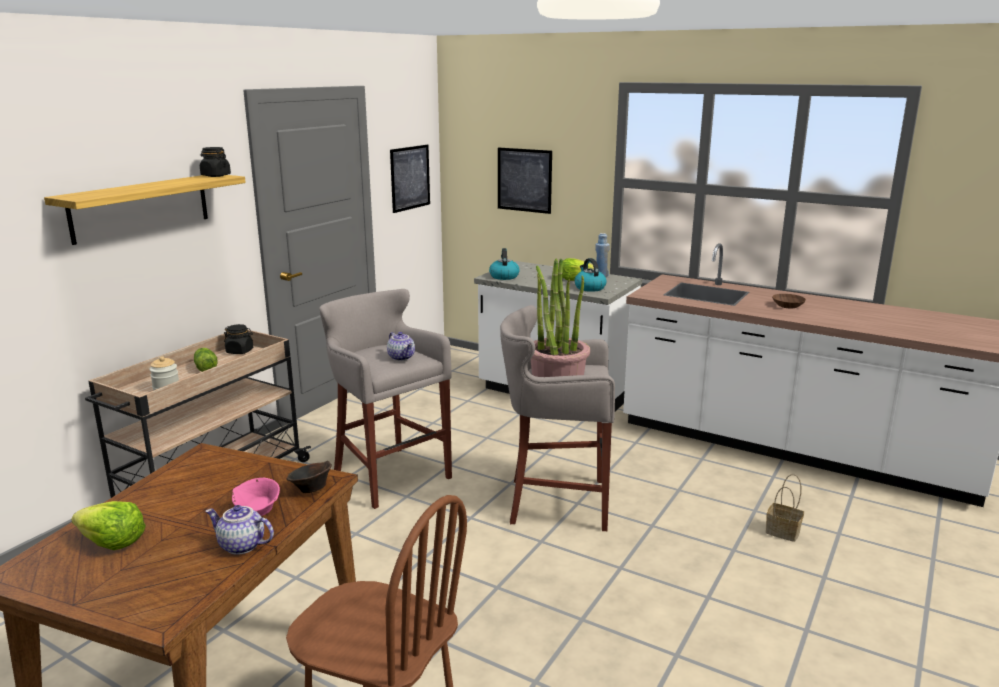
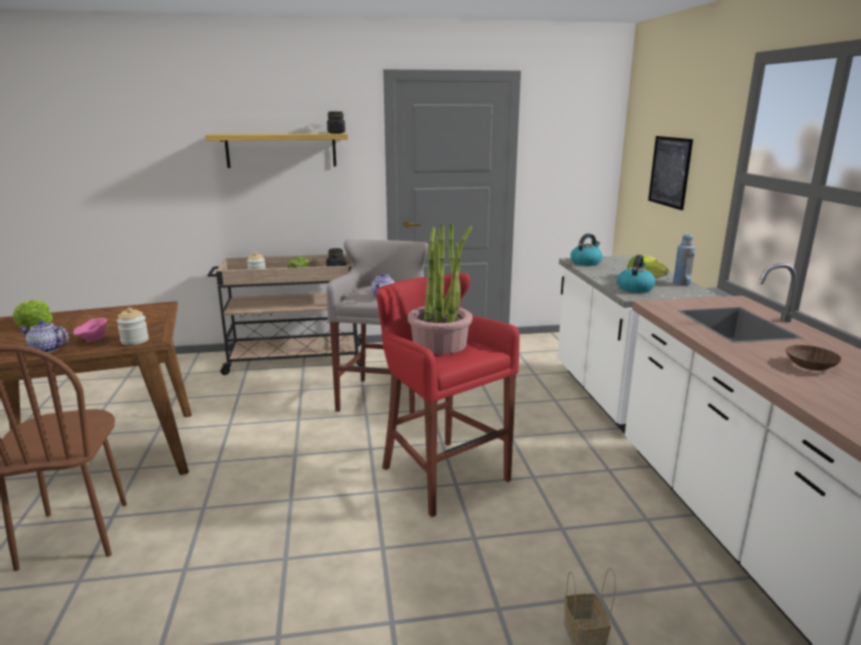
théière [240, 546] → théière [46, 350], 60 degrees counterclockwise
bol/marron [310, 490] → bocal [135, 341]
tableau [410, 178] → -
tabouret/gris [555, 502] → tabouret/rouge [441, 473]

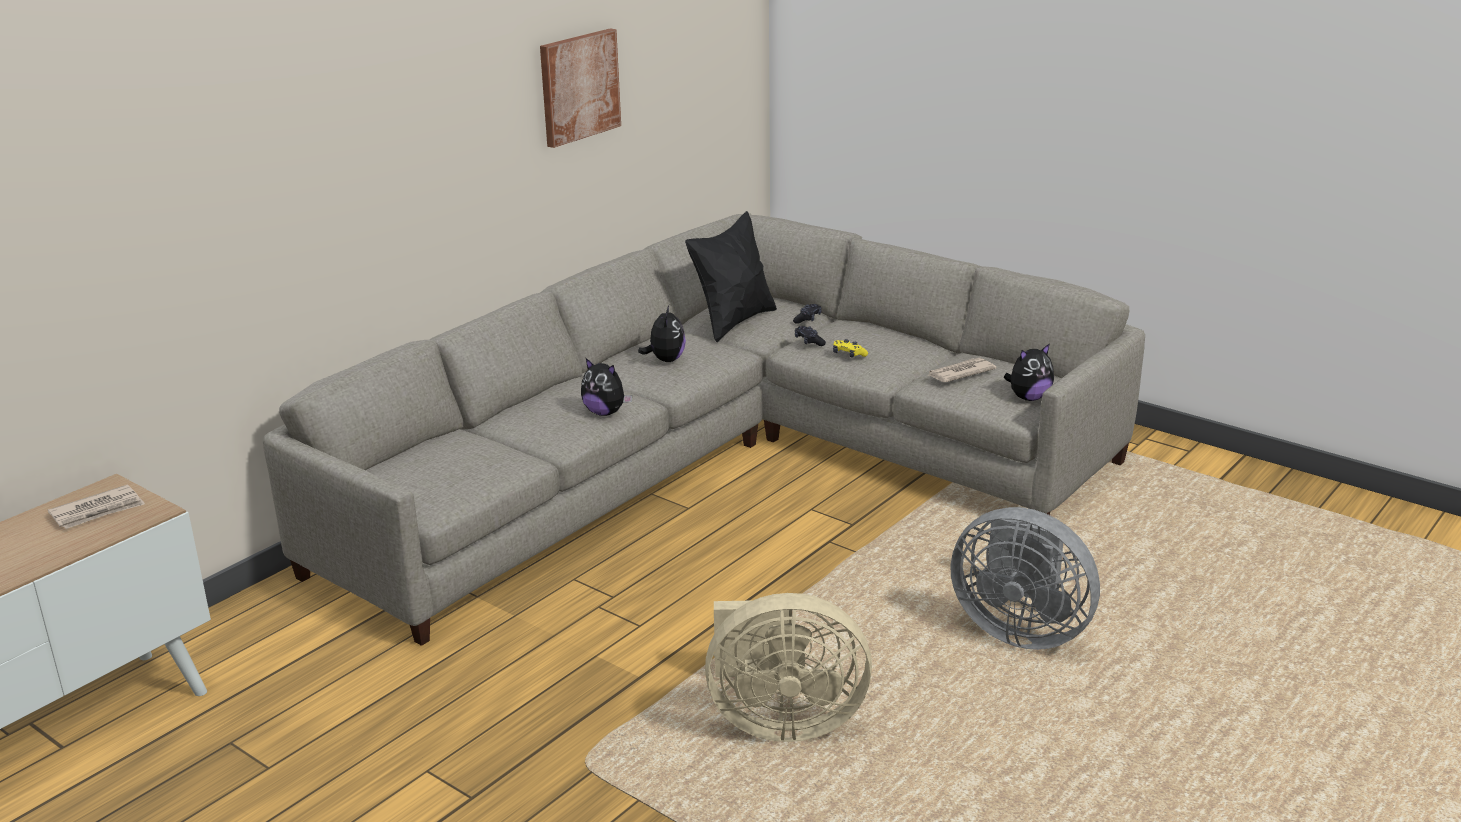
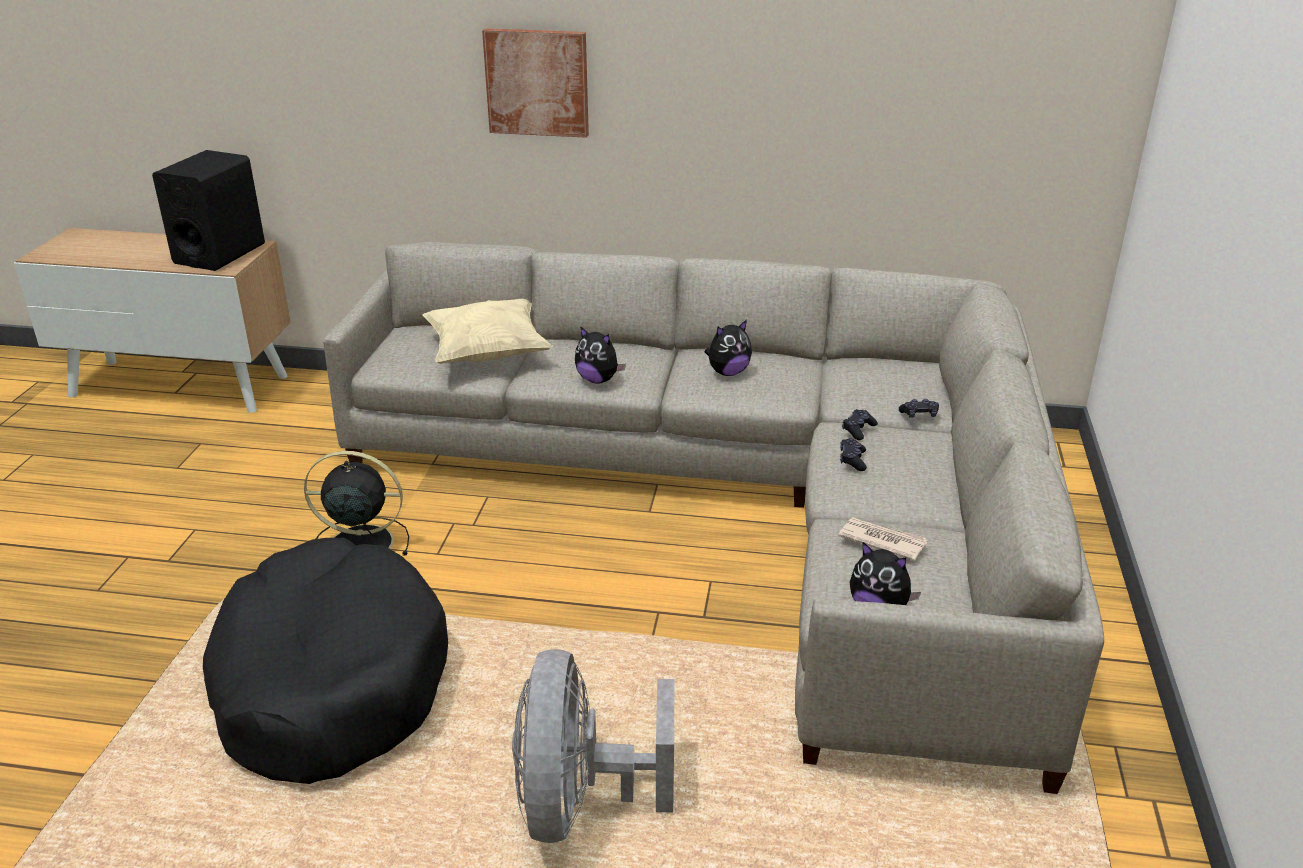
journal [98, 511] → enceinte/noir [220, 253]
tableau [579, 86] → tableau [537, 82], relocated
peluche [605, 412] → peluche [598, 380], 60 degrees counterclockwise
coussin/noir [733, 322] → -
ventilateur/beige [781, 721] → panier pour chien/noir [329, 682]
manette/jaune [848, 354] → manette/noir [852, 460]
- → ventilateur/noir [358, 544]
- → coussin/beige [487, 354]

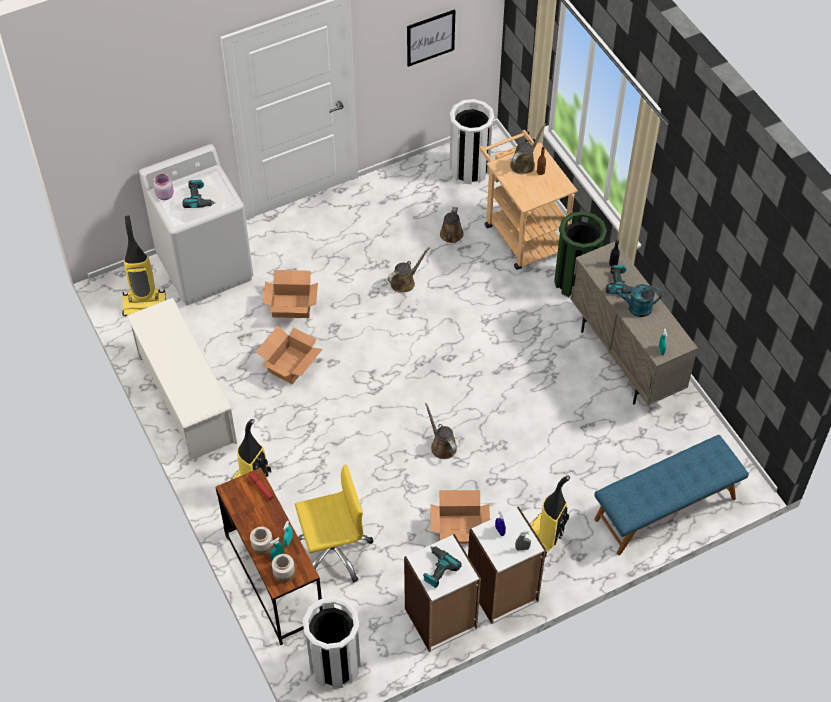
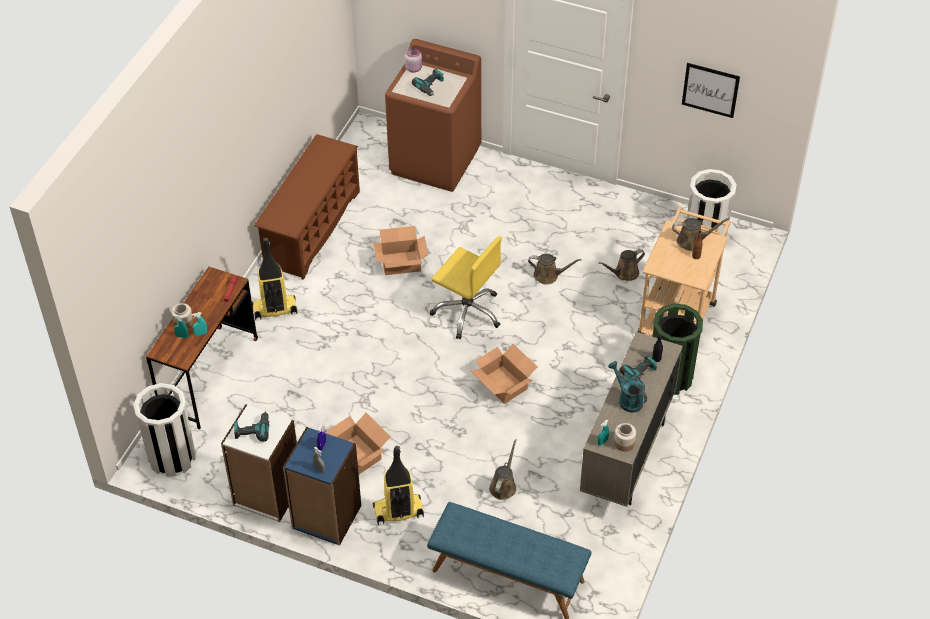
aspirateur [145, 305] → -
étagère à chaussures/blanc [186, 399] → étagère à chaussures/marron [312, 228]
lave-linge/blanc [205, 267] → lave-linge/marron [435, 160]
carton [291, 305] → carton [503, 384], relocated
bocal [284, 573] → bocal [624, 443], relocated
chaise de bureau/jaune [333, 551] → chaise de bureau/jaune [467, 312], relocated
arrosoir/marron [442, 445] → arrosoir/marron [503, 486], relocated
bibliothèque/blanc [502, 592] → bibliothèque/bleu [326, 517]

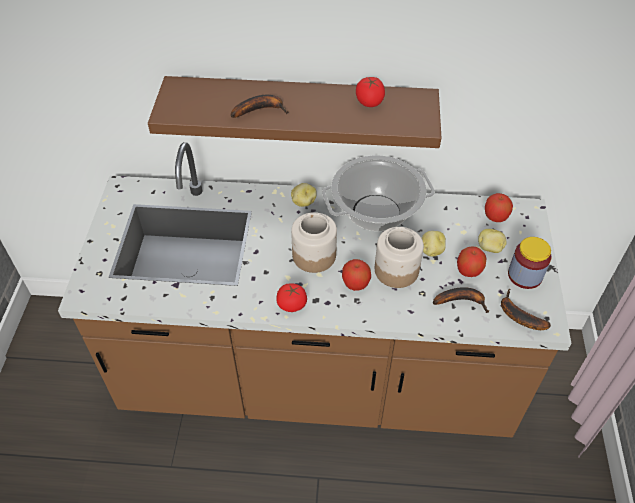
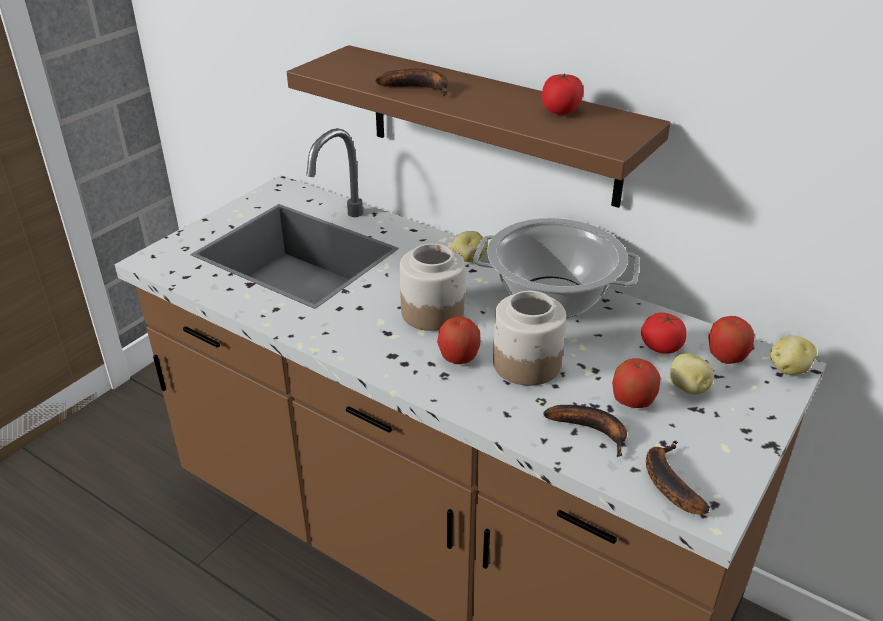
tomate [292, 304] → tomate [661, 347], relocated
pomme de terre [431, 250] → pomme de terre [788, 369], relocated
bocal [525, 275] → -

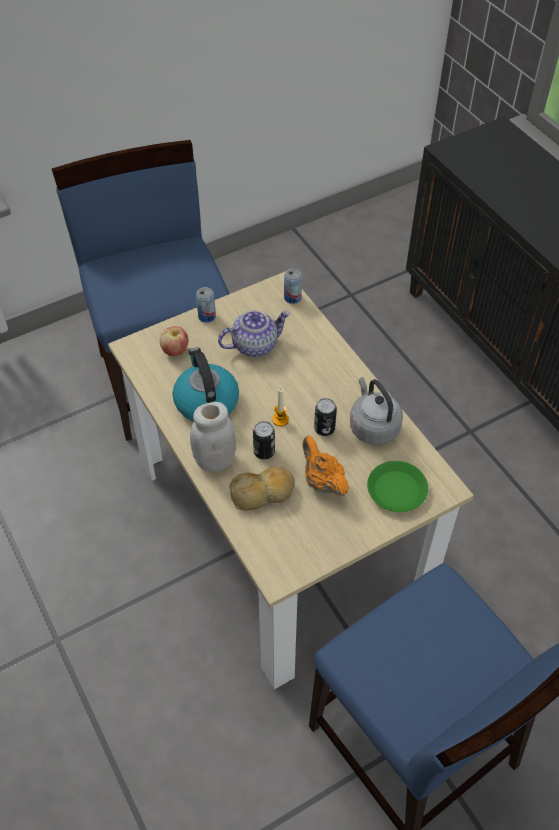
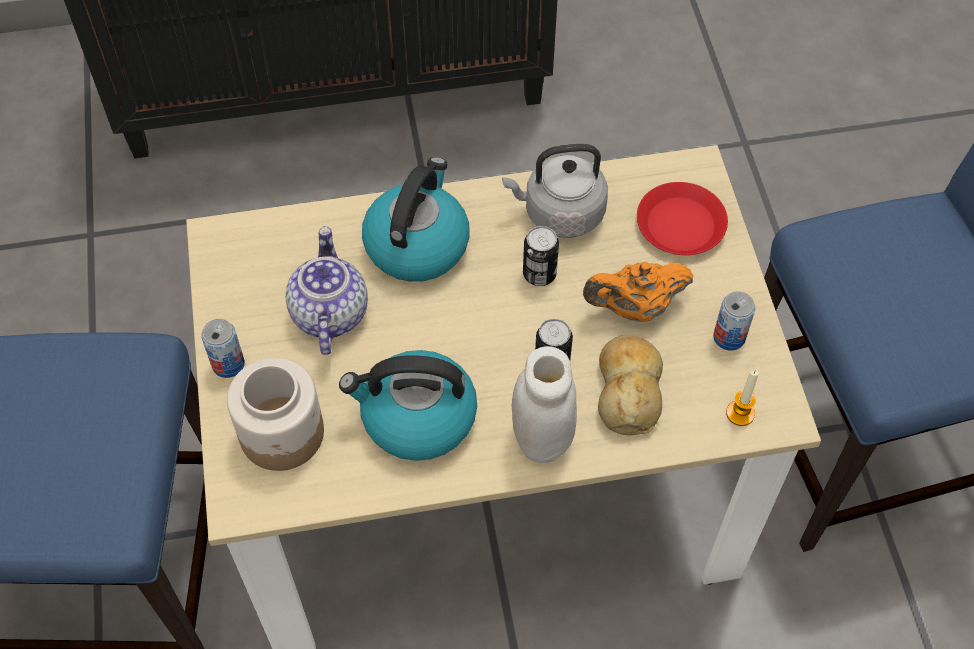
pomme [175, 351] → bocal [282, 434]
bougie [280, 419] → bougie [740, 413], relocated
boîte métallique [292, 298] → boîte métallique [729, 337], relocated
assiette/vert [397, 490] → assiette/rouge [680, 224]
- → bouilloire [417, 244]

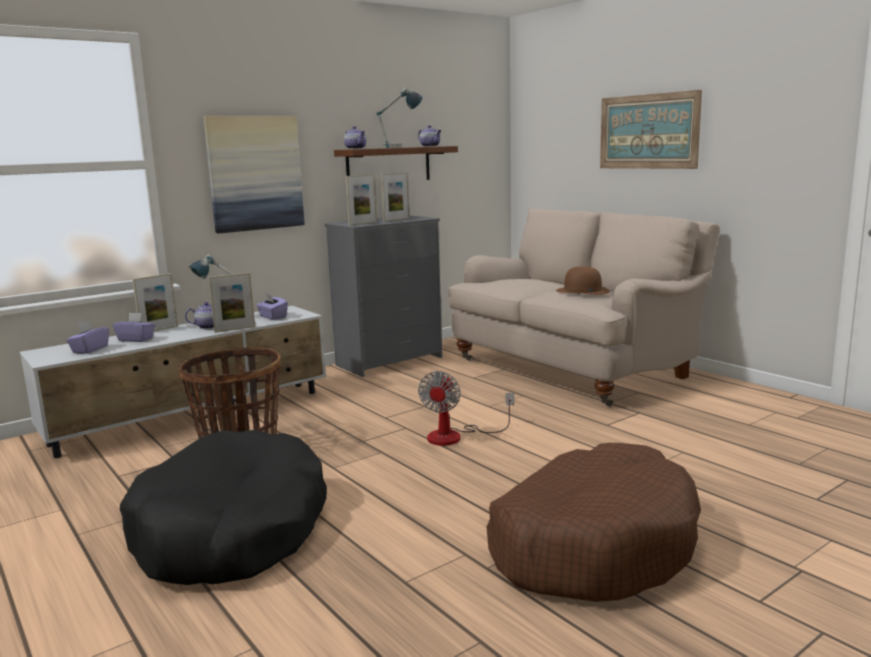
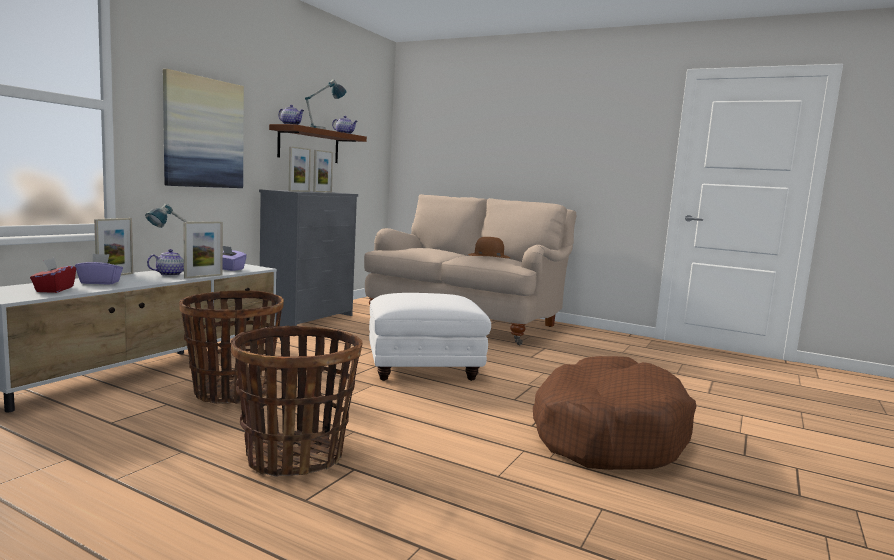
boîte à mouchoirs/violet [90, 349] → boîte à mouchoirs/rouge [54, 289]
panier pour chien/noir [232, 531] → panier [295, 457]
ventilateur [456, 436] → pouf/blanc [425, 370]
tableau [648, 131] → -

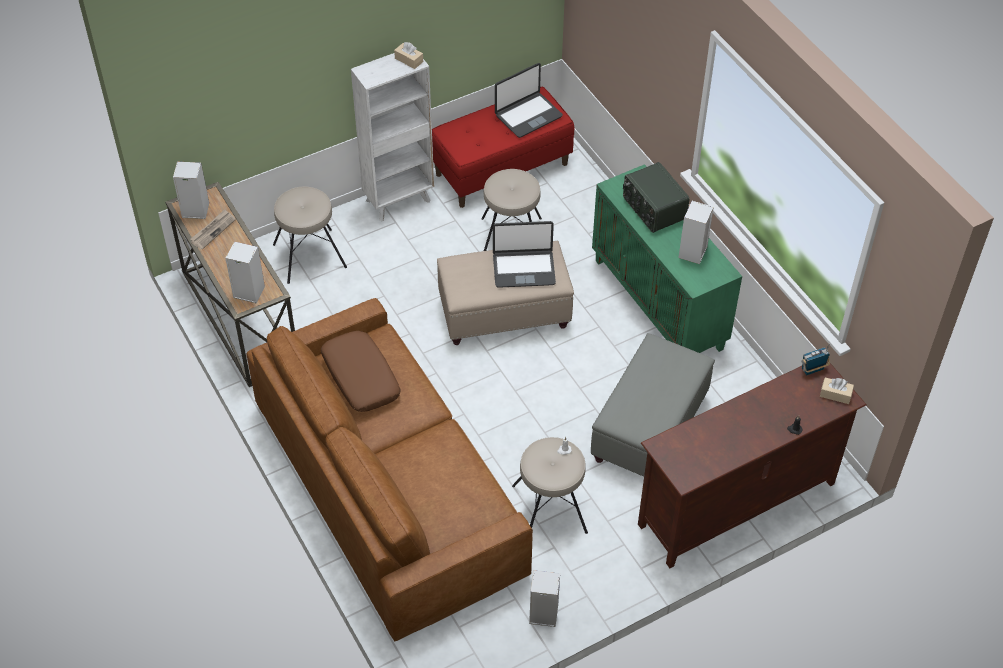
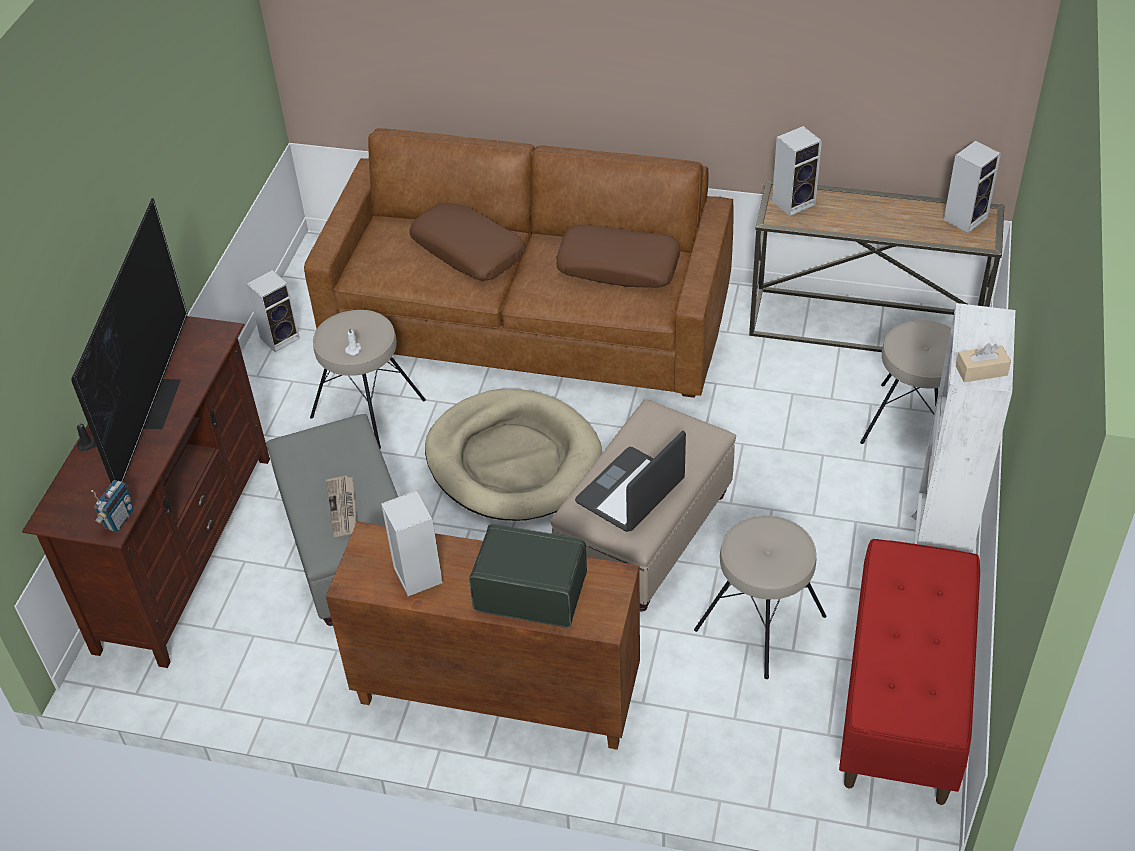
journal [213, 230] → journal [343, 508], relocated
ordinateur portable [528, 115] → -
meuble de rangement/vert [659, 304] → meuble de rangement/marron [495, 694]
boîte à mouchoirs/beige [835, 394] → -
- → téléviseur [153, 402]
- → coussin/marron [468, 250]
- → panier pour chien/beige [513, 460]

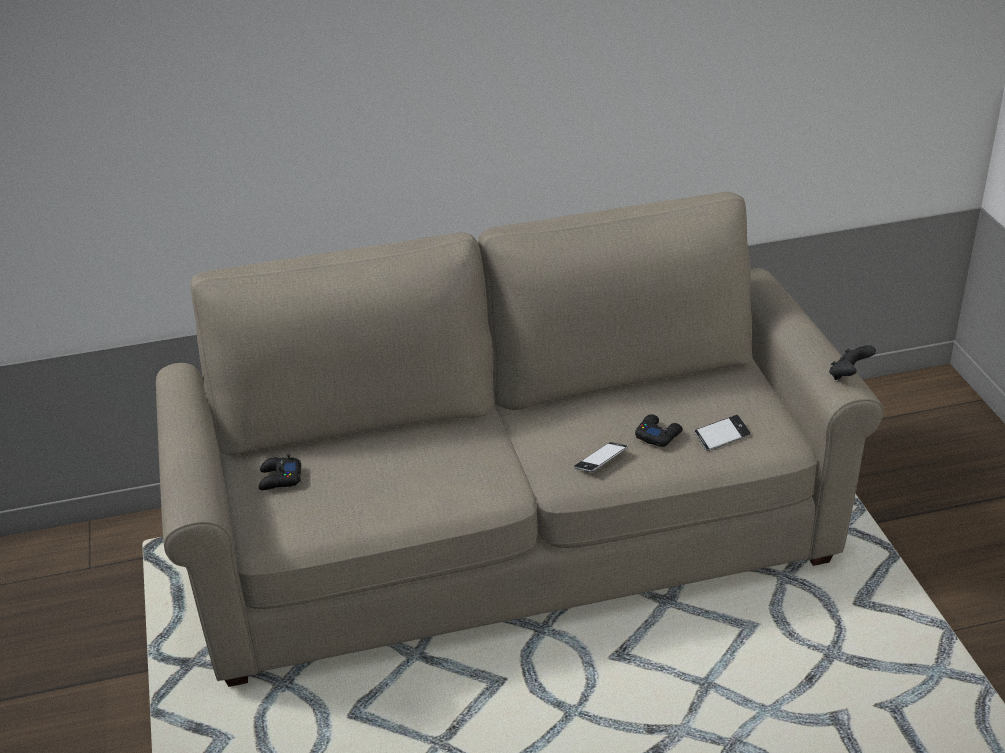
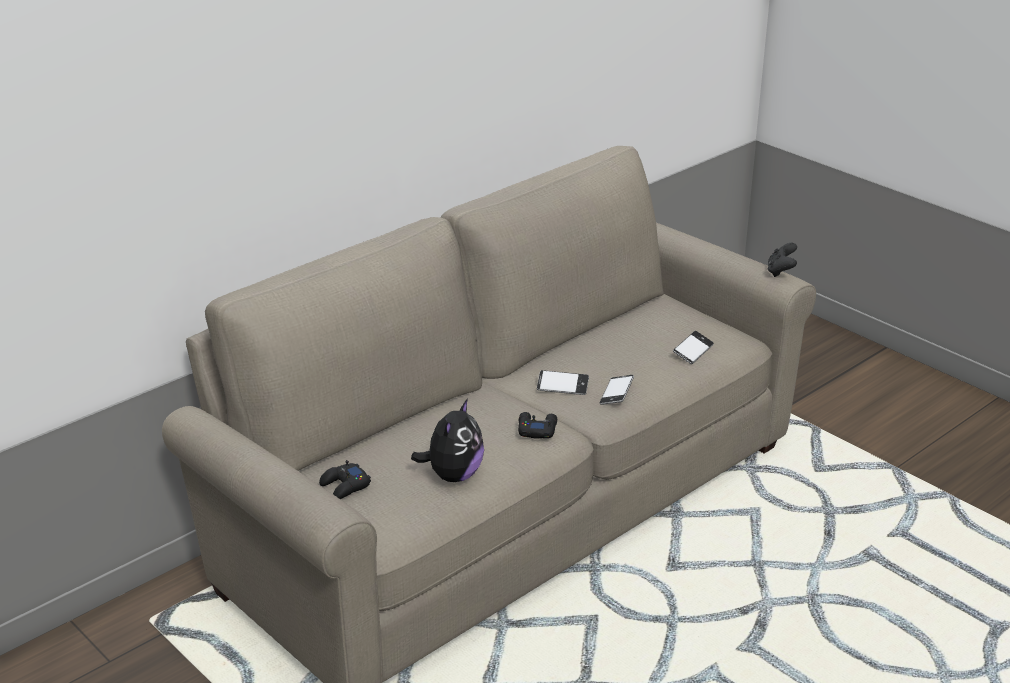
manette/noir [658, 435] → manette/noir [536, 429], relocated
- → peluche [453, 475]
- → téléphone [562, 386]

